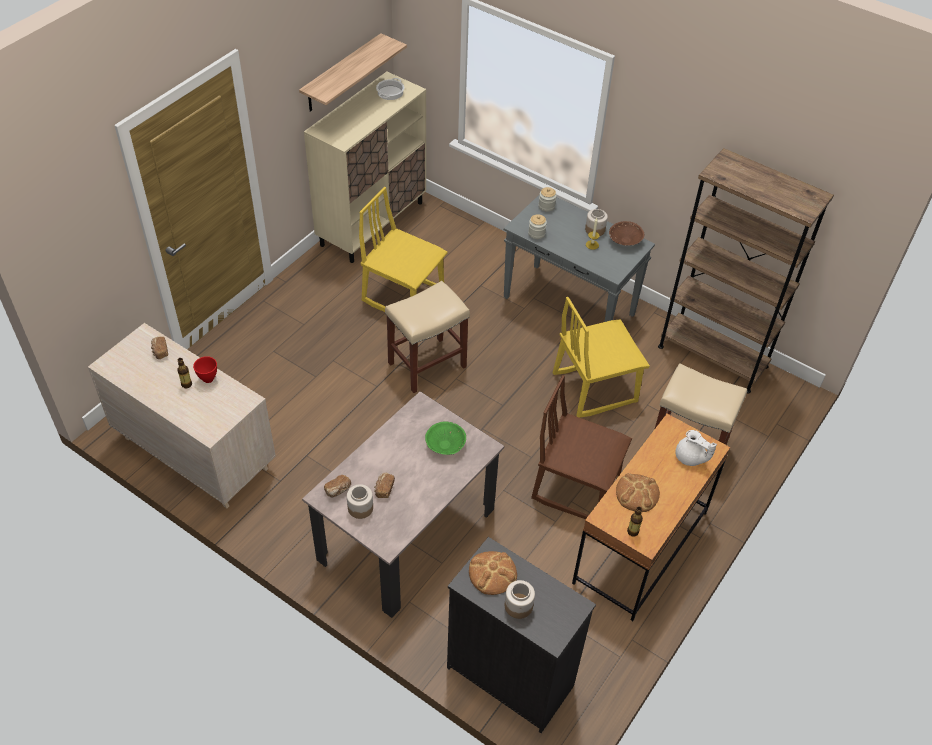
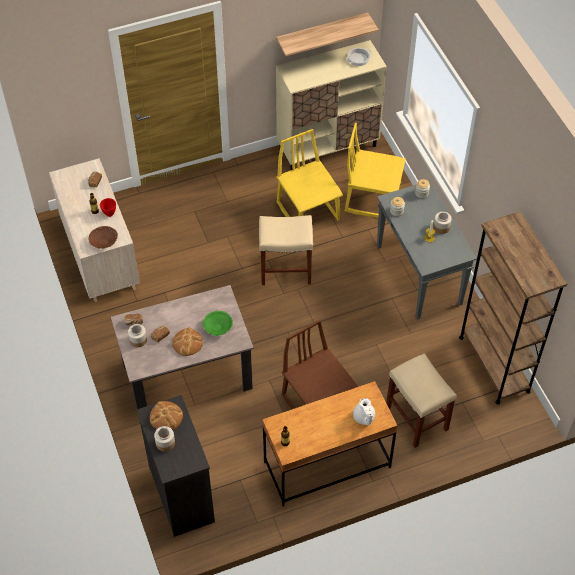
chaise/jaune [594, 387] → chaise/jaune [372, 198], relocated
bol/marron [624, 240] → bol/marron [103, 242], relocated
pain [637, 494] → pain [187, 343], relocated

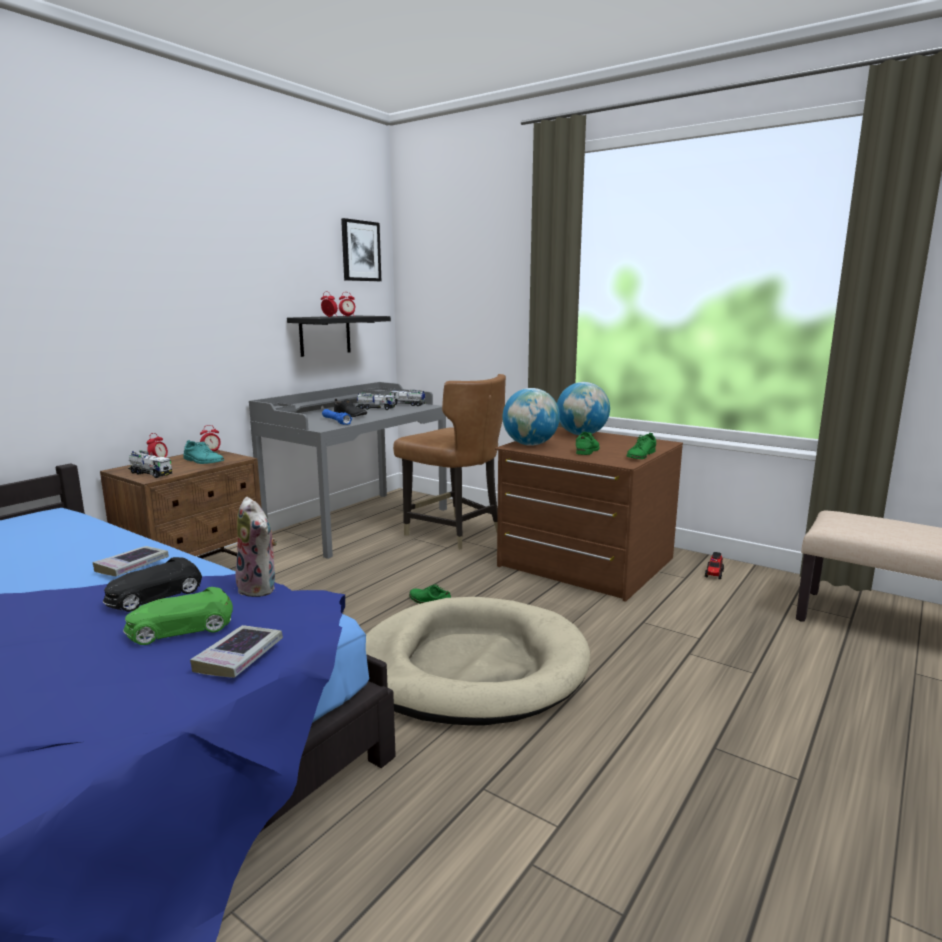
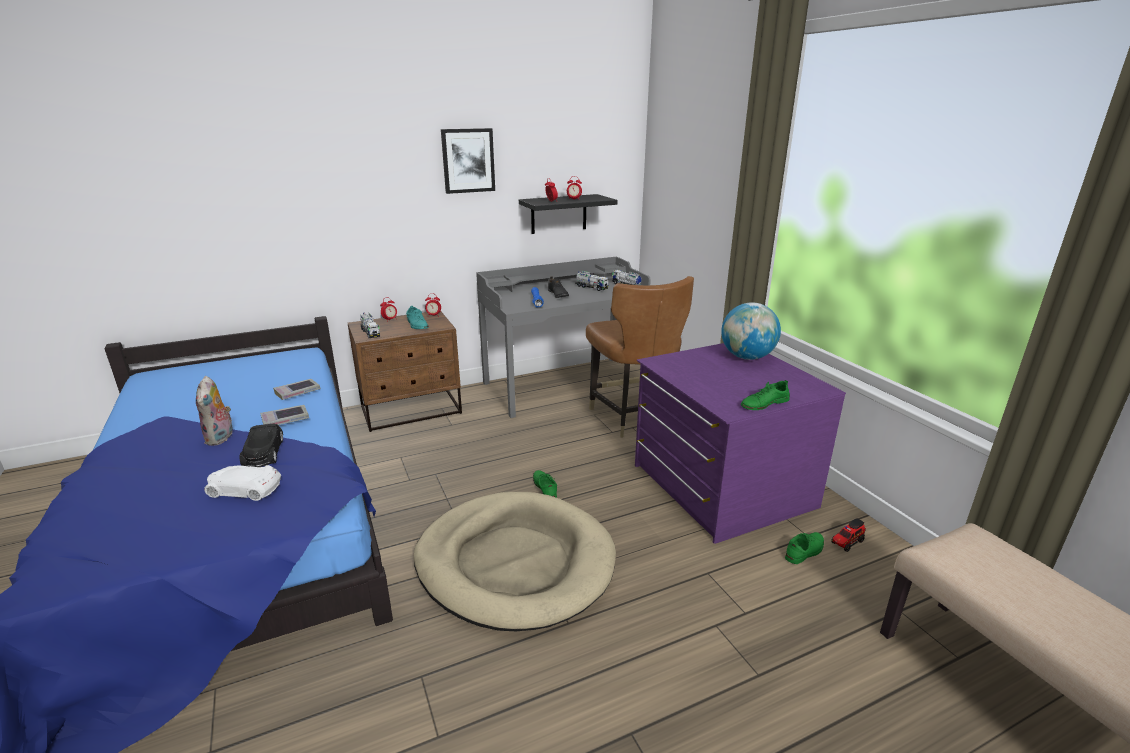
petite voiture/noir [153, 595] → petite voiture/noir [263, 453], 90 degrees counterclockwise
petite voiture/vert [180, 628] → petite voiture/blanc [244, 489]
livre [239, 657] → livre [297, 392], relocated
peluche [261, 589] → peluche [221, 438], relocated
tableau [360, 251] → tableau [468, 160], relocated
commode/marron [584, 563] → commode/violet [720, 486]
globe [530, 445] → -
chaussure/vert [587, 450] → chaussure/vert [804, 551], relocated

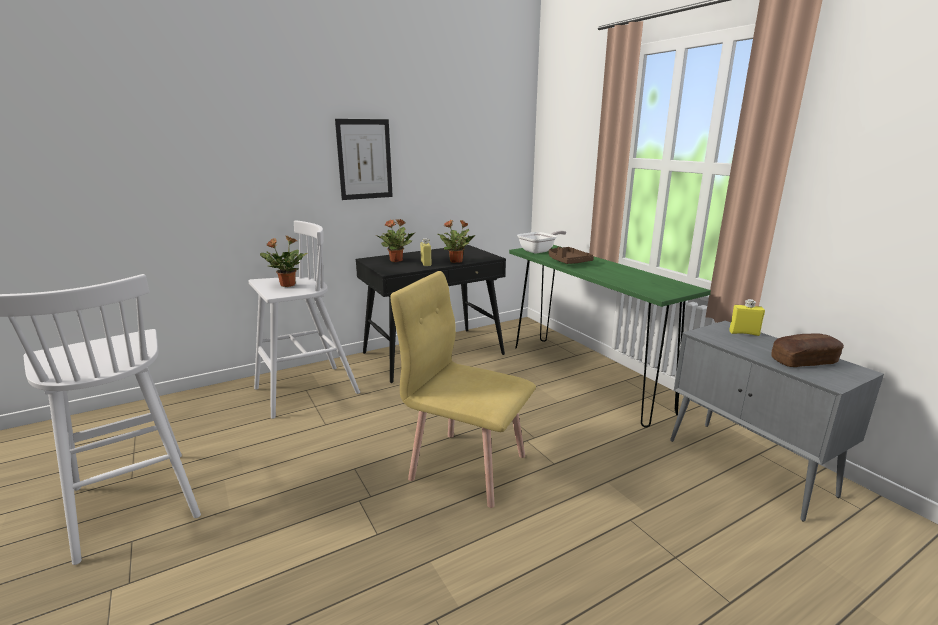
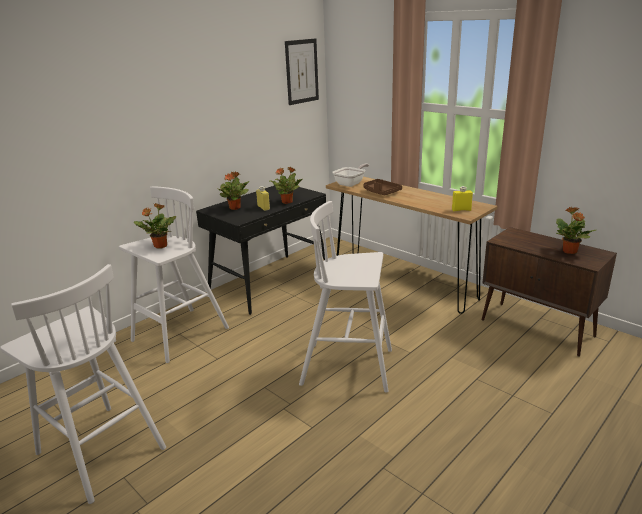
tableau [364, 159] → tableau [302, 71], relocated
chaise/jaune [467, 466] → tabouret/blanc [349, 367]
table console/vert [585, 377] → table console/marron [402, 282]
meuble de rangement/gris [749, 467] → meuble de rangement/marron [537, 328]
bouteille/jaune [744, 333] → bouteille/jaune [461, 210], relocated
pain [804, 361] → plante en pot [569, 251]

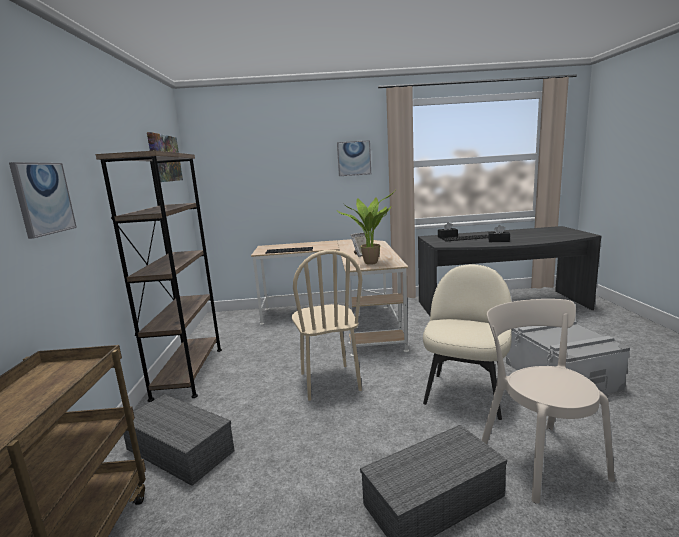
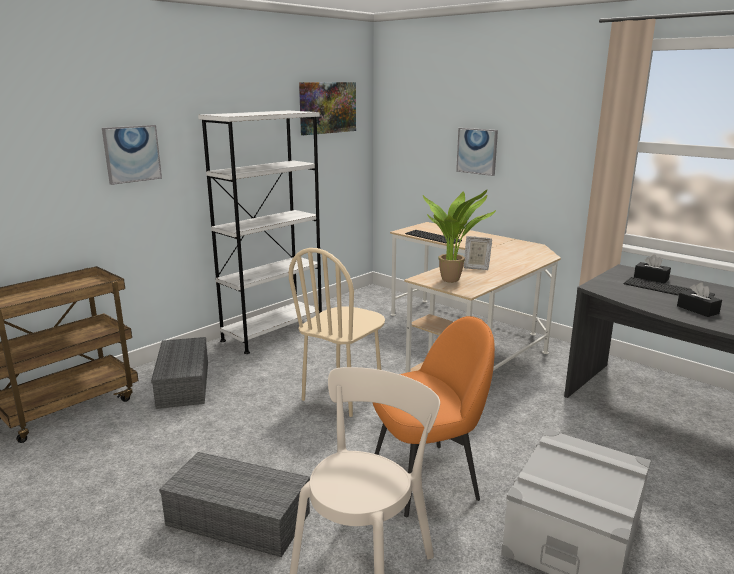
bibliothèque/marron [189, 372] → bibliothèque/blanc [273, 332]
tableau [354, 158] → tableau [477, 151], relocated
chaise/beige [466, 394] → chaise/orange [427, 477]

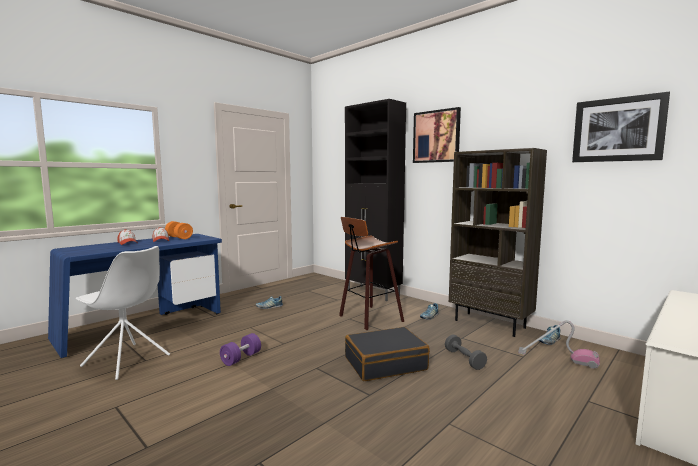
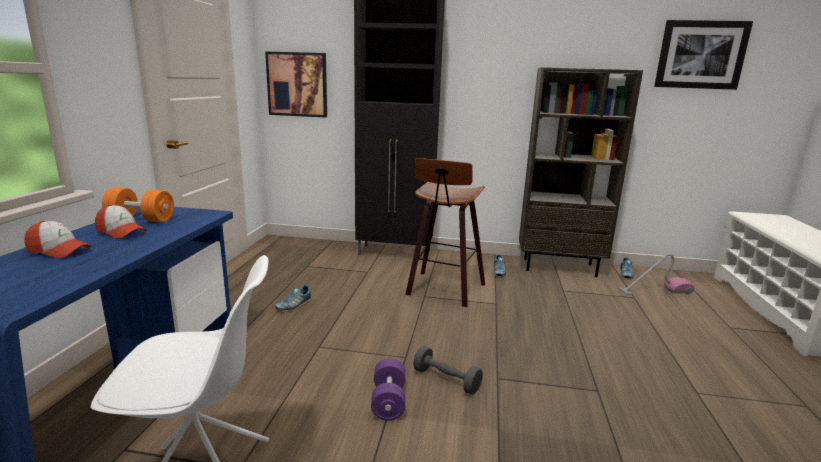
valise/noir [385, 363] → -
tableau [436, 136] → tableau [297, 84], relocated
haltère/gris [464, 359] → haltère/gris [446, 380], relocated

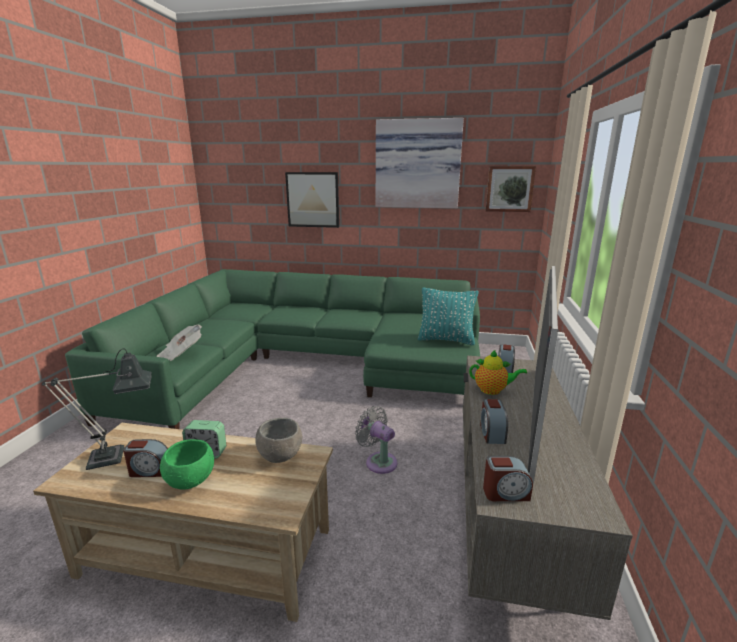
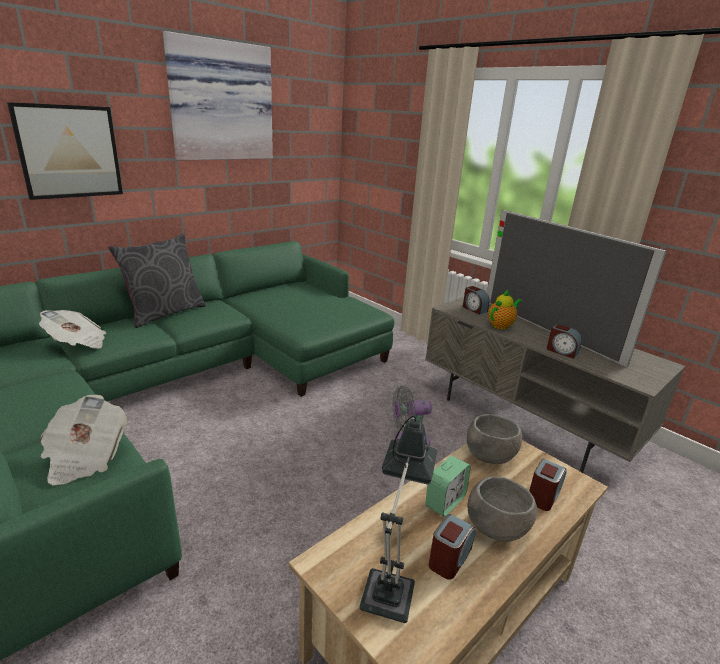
bol/vert [191, 481] → bol/gris [494, 528]
coussin/turquoise [446, 340] → -
réveil [505, 493] → réveil [543, 495], relocated
tableau [509, 189] → -
- → journal [77, 342]
- → coussin/gris [165, 313]

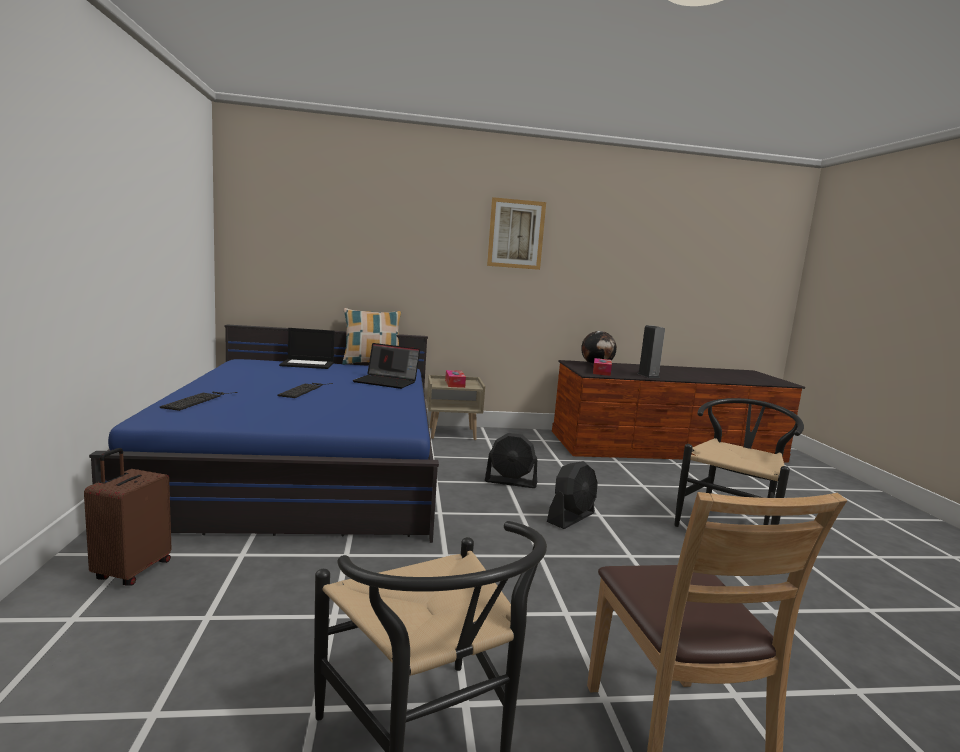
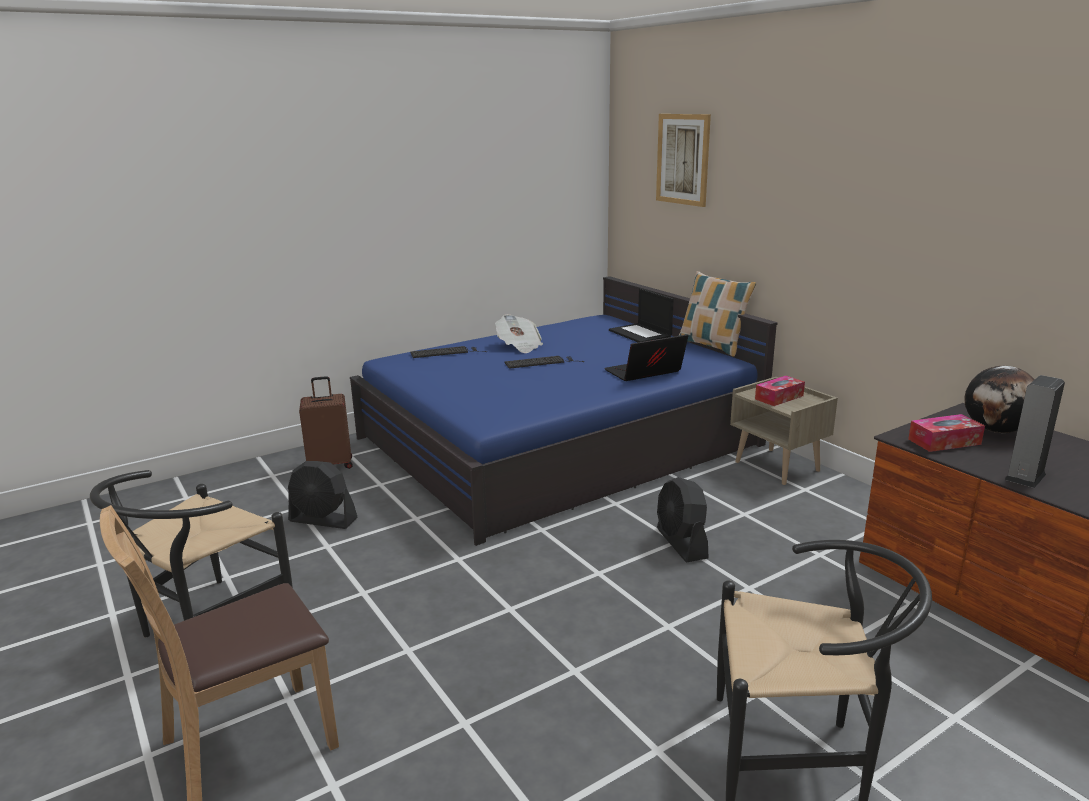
ordinateur portable [387, 382] → ordinateur portable [644, 373], 75 degrees clockwise
tableau [516, 234] → tableau [683, 159], relocated
ventilateur/noir [571, 517] → ventilateur/noir [323, 520], relocated
- → journal [519, 346]

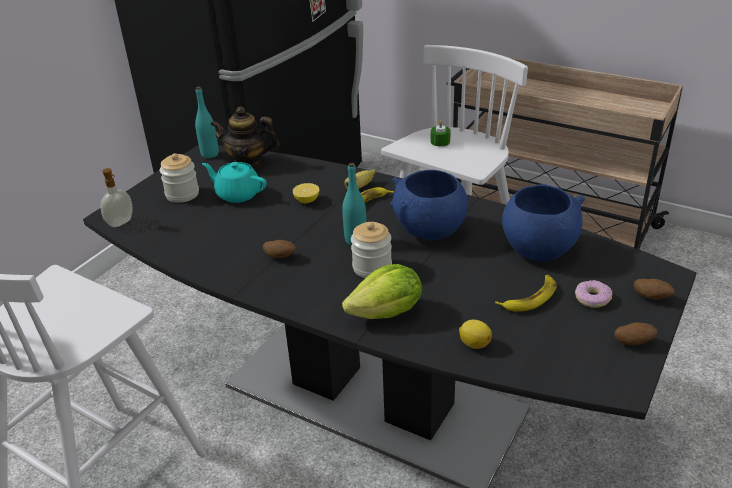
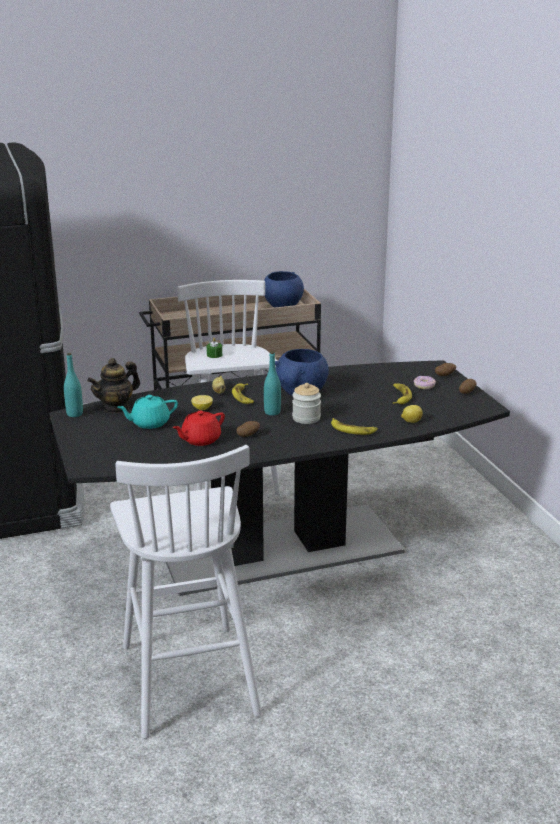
distributeur de savon [121, 223] → -
bocal [182, 194] → -
laitue [387, 313] → banane [352, 430]
bol/bleu [538, 249] → bol/bleu [282, 306], relocated
- → théière/rouge [200, 440]

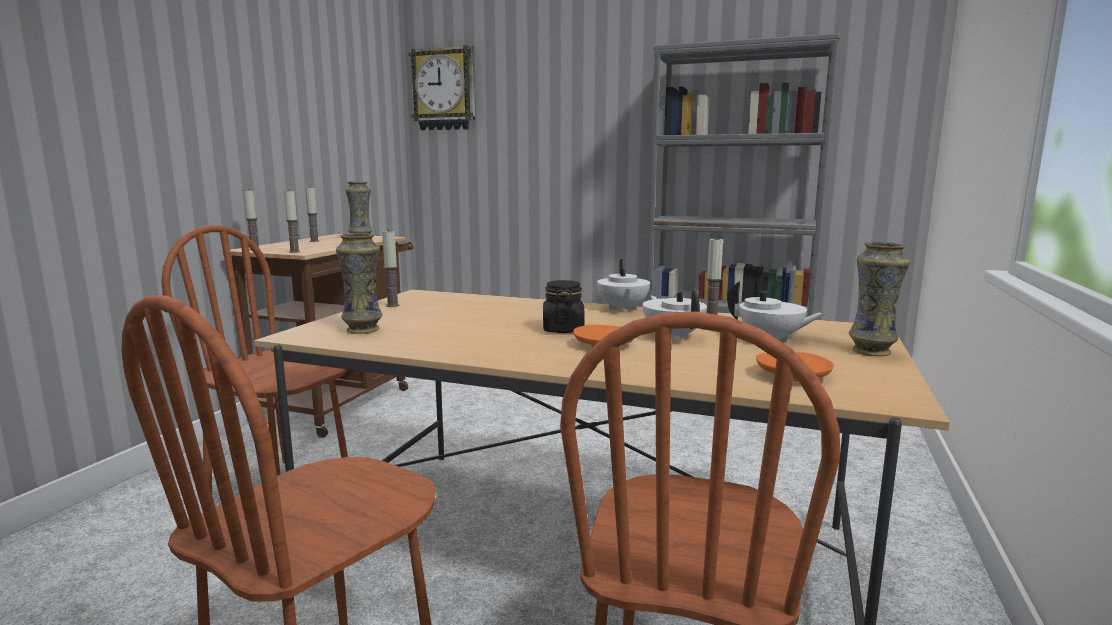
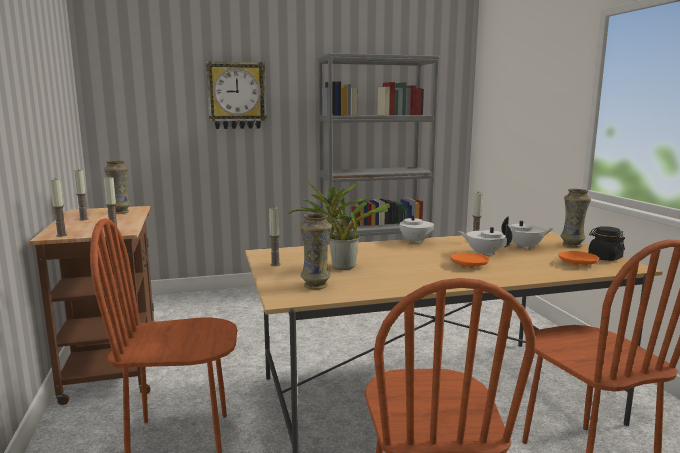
horloge murale [444, 89] → horloge murale [236, 95], relocated
bocal/noir [563, 329] → bocal/noir [604, 258], relocated
- → plante en pot [340, 266]

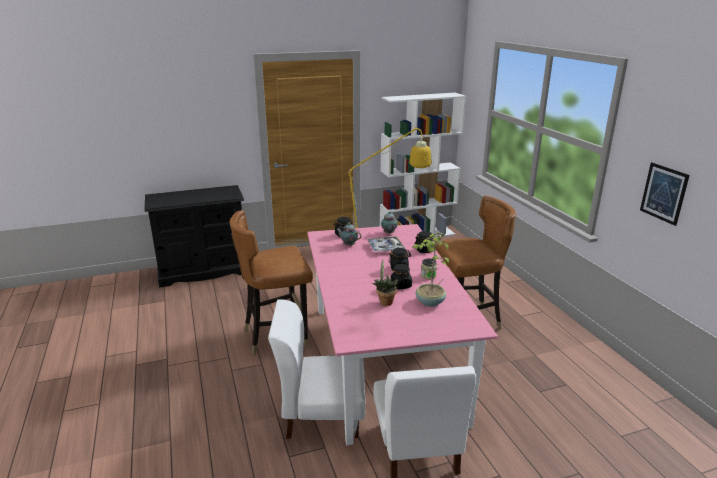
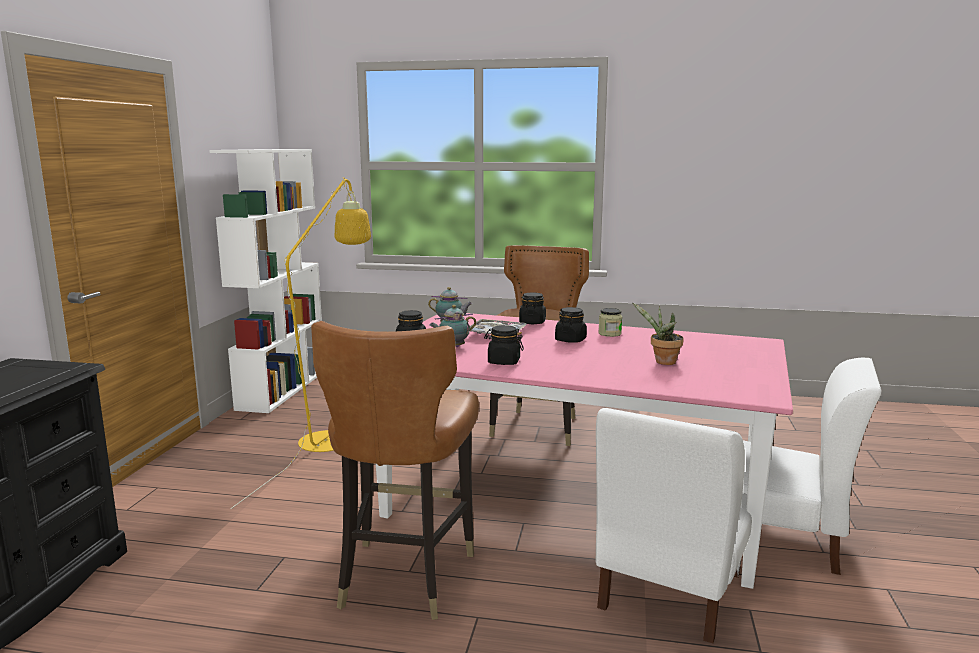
bocal/noir [400, 285] → bocal/noir [503, 362], relocated
plante en pot [429, 302] → -
tableau [663, 193] → -

